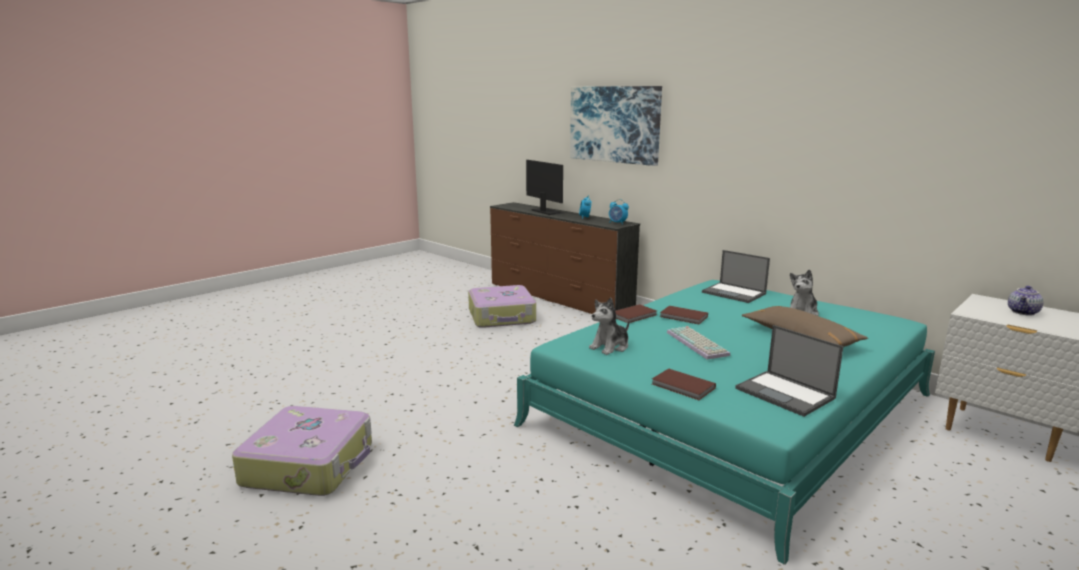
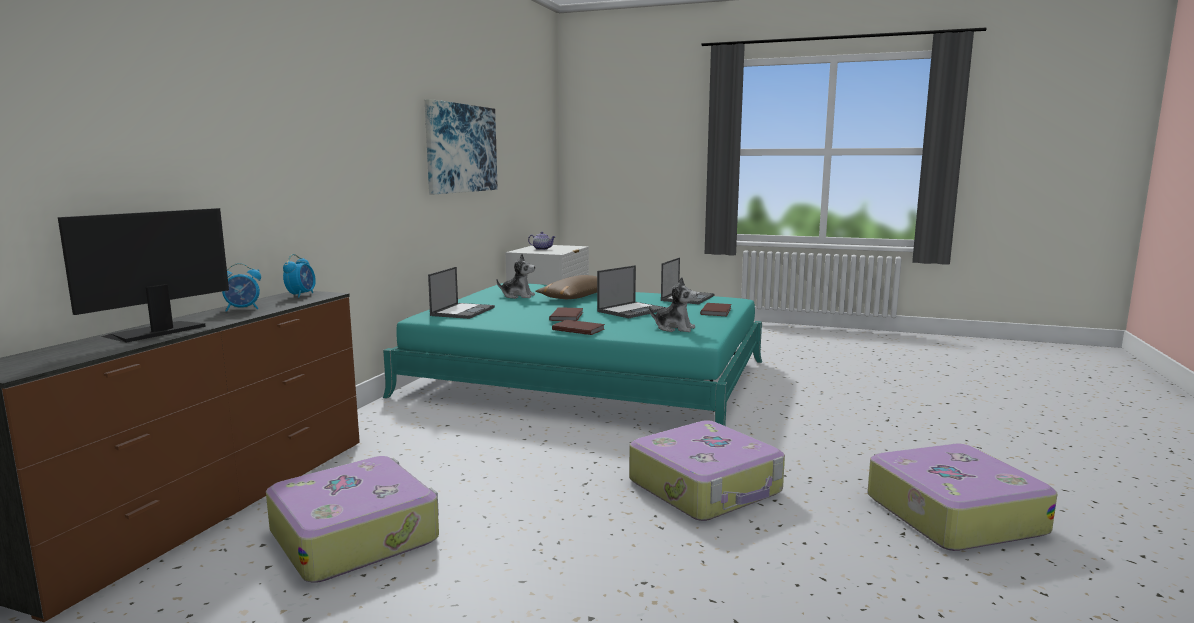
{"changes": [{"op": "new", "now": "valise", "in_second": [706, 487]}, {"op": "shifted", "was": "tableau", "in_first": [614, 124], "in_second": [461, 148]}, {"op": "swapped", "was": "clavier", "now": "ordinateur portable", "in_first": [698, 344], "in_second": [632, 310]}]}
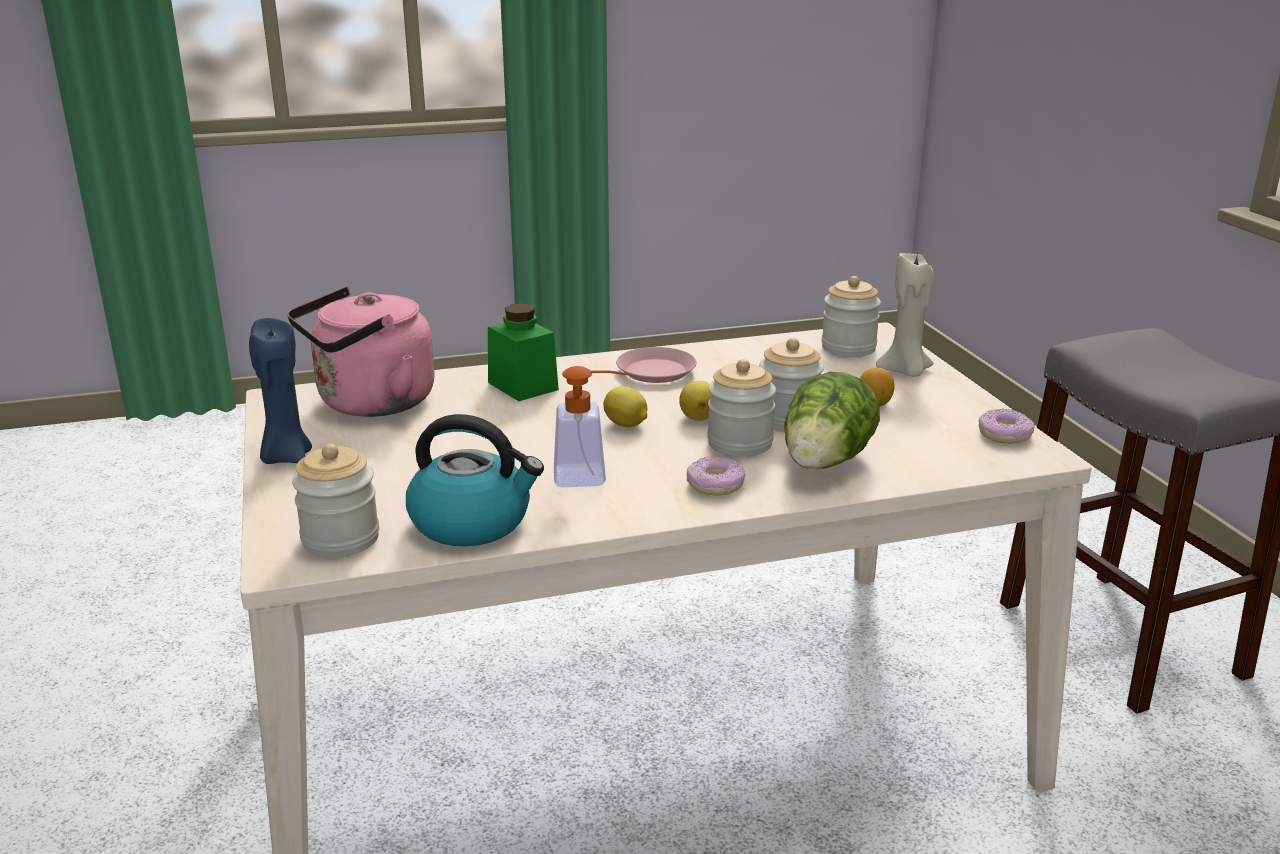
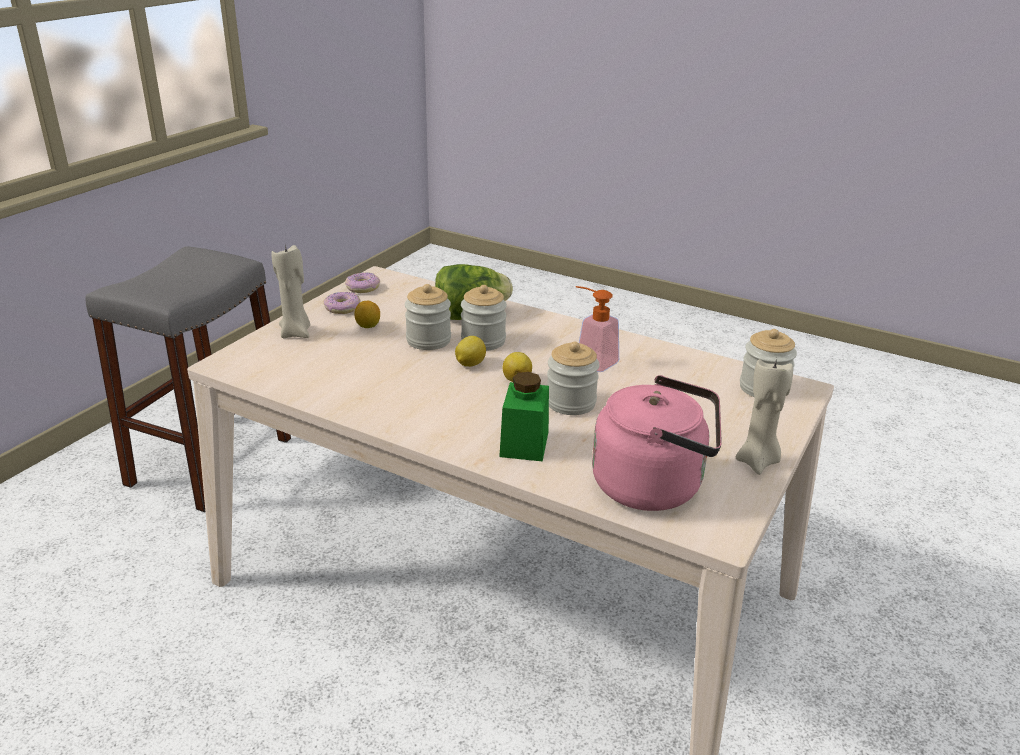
{"changes": [{"op": "gone", "was": "bouilloire", "in_first": [472, 522]}, {"op": "gone", "was": "assiette/rose", "in_first": [656, 371]}, {"op": "shifted", "was": "beignet", "in_first": [715, 485], "in_second": [342, 308]}, {"op": "shifted", "was": "bocal", "in_first": [848, 348], "in_second": [571, 403]}, {"op": "repainted", "was": "bougie/bleu", "now": "bougie/beige", "in_first": [286, 457], "in_second": [758, 462]}]}
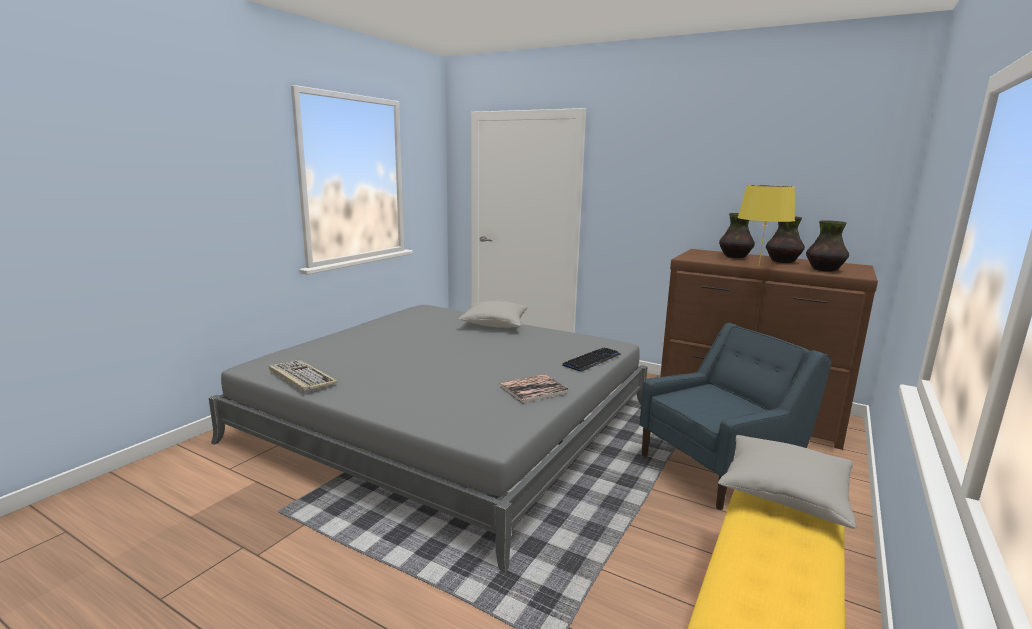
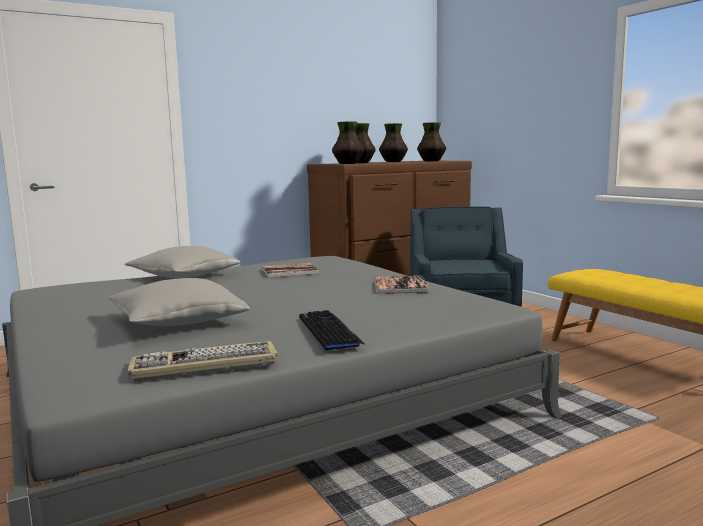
{"changes": [{"op": "gone", "was": "lampe de table/jaune", "in_first": [758, 266]}, {"op": "new", "now": "livre", "in_second": [289, 271]}, {"op": "new", "now": "vase", "in_second": [348, 163]}, {"op": "shifted", "was": "clavier", "in_first": [592, 360], "in_second": [329, 331]}, {"op": "shifted", "was": "coussin/gris", "in_first": [784, 492], "in_second": [178, 321]}]}
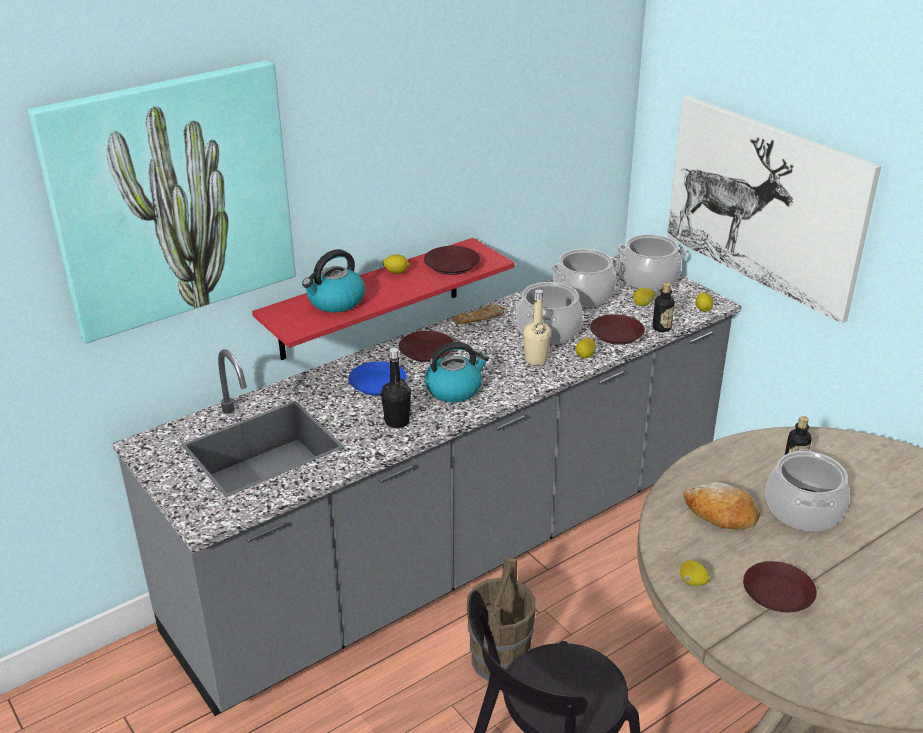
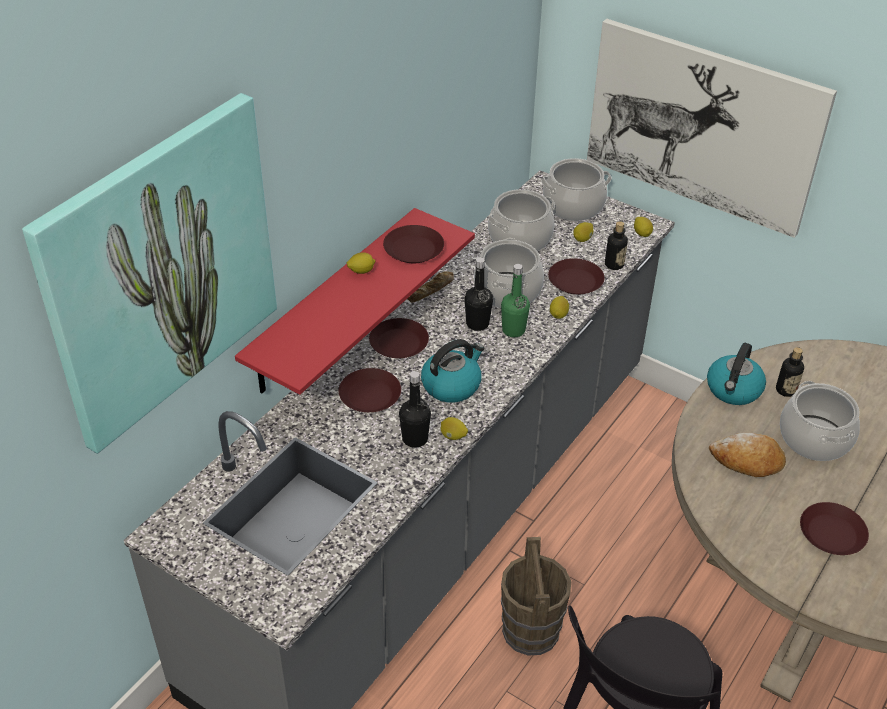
{"changes": [{"op": "new", "now": "bouteille/noir", "in_second": [477, 324]}, {"op": "shifted", "was": "bouilloire", "in_first": [335, 302], "in_second": [733, 390]}, {"op": "shifted", "was": "citron", "in_first": [692, 582], "in_second": [453, 436]}, {"op": "repainted", "was": "assiette/bleu", "now": "assiette/marron", "in_first": [377, 384], "in_second": [370, 396]}, {"op": "repainted", "was": "bouteille/beige", "now": "bouteille/vert", "in_first": [536, 360], "in_second": [513, 330]}]}
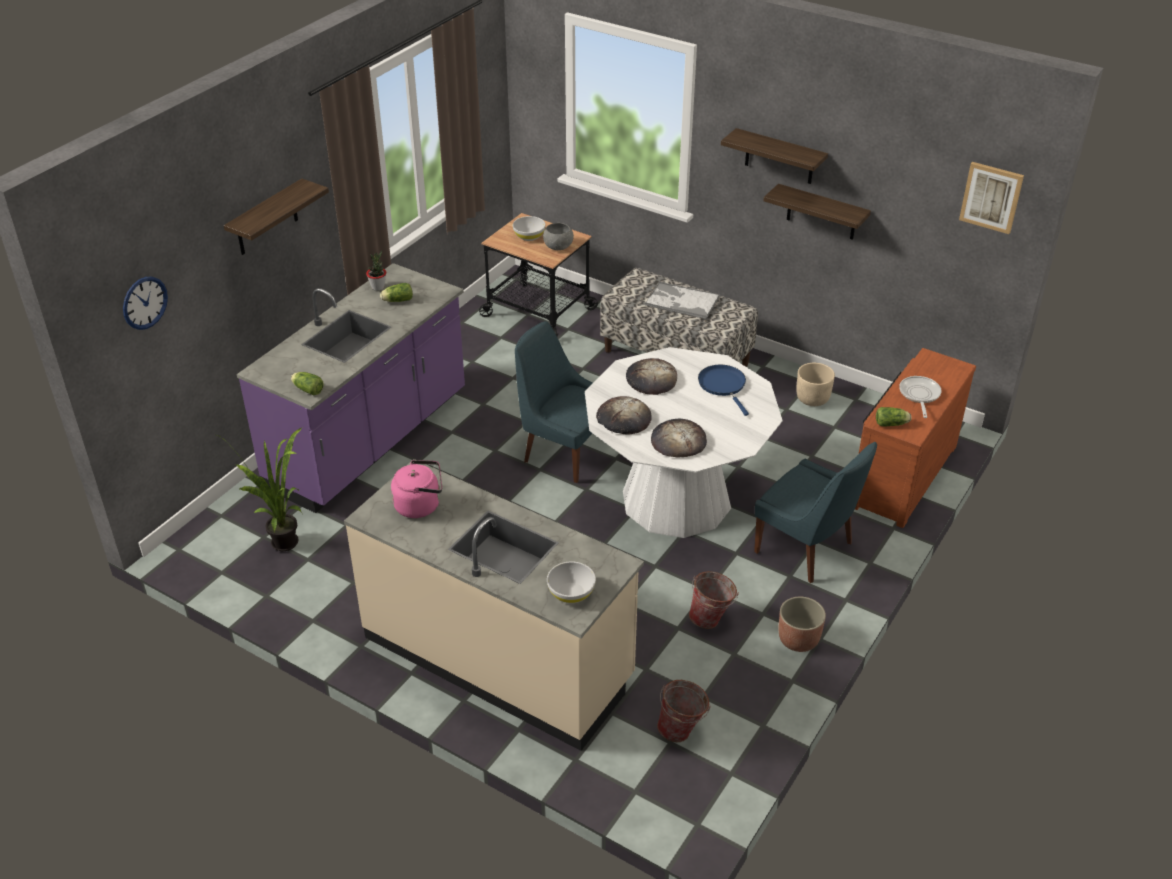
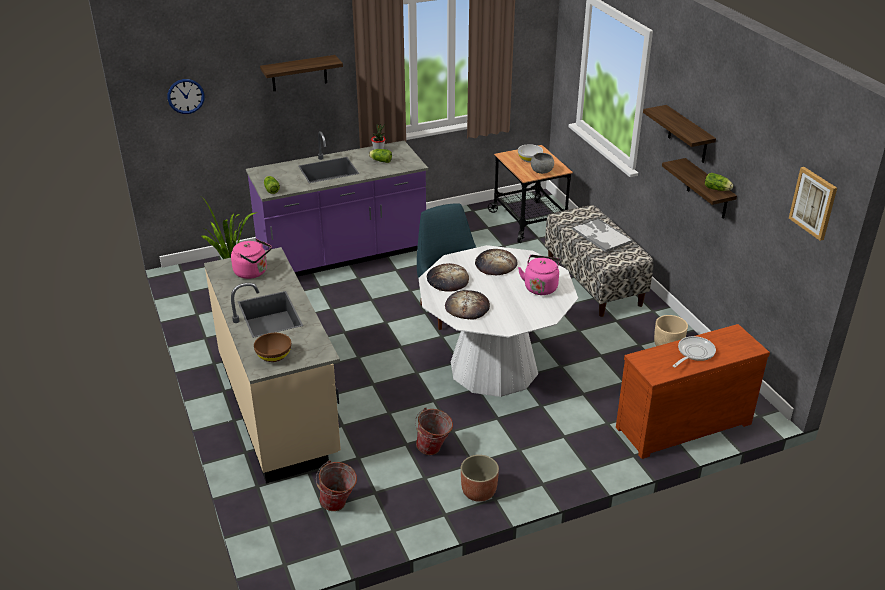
{"changes": [{"op": "gone", "was": "chaise/bleu", "in_first": [807, 549]}, {"op": "shifted", "was": "laitue", "in_first": [892, 424], "in_second": [718, 189]}, {"op": "swapped", "was": "poêle/bleu", "now": "bouilloire/rose", "in_first": [723, 385], "in_second": [540, 287]}, {"op": "repainted", "was": "bol/blanc", "now": "bol/marron", "in_first": [571, 592], "in_second": [274, 355]}]}
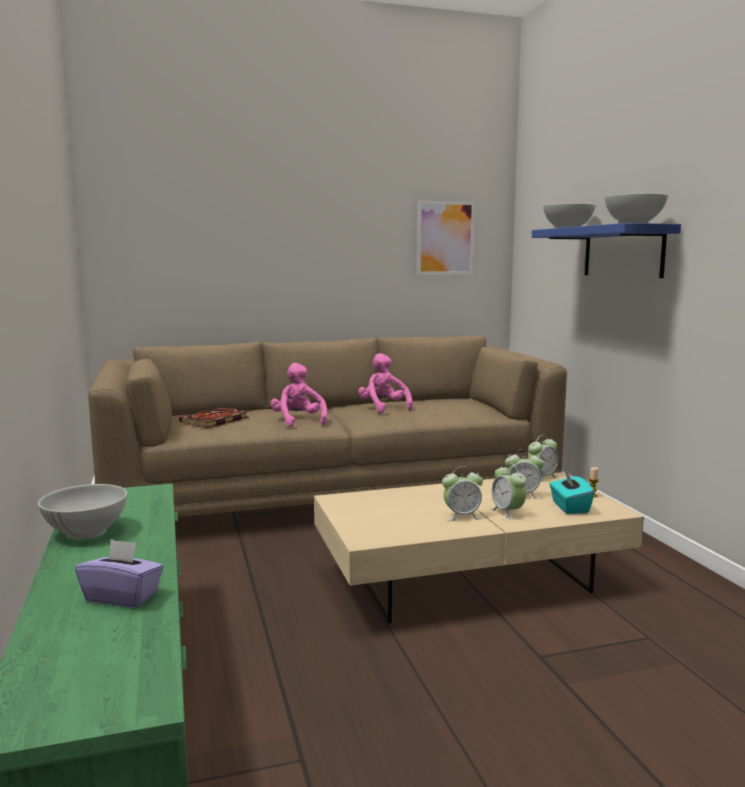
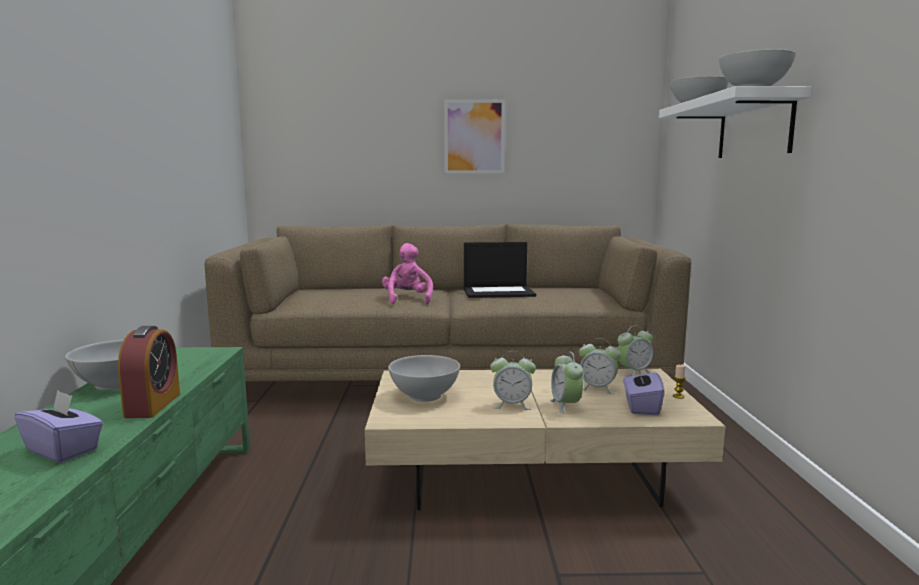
{"changes": [{"op": "gone", "was": "livre", "in_first": [214, 420]}, {"op": "new", "now": "réveil", "in_second": [153, 405]}, {"op": "new", "now": "bol/blanc", "in_second": [425, 396]}, {"op": "shifted", "was": "tableau", "in_first": [445, 238], "in_second": [474, 137]}, {"op": "swapped", "was": "peluche/rose", "now": "ordinateur portable", "in_first": [383, 408], "in_second": [499, 292]}, {"op": "repainted", "was": "étagère/bleu", "now": "étagère/blanc", "in_first": [623, 252], "in_second": [754, 128]}, {"op": "repainted", "was": "boîte à mouchoirs/turquoise", "now": "boîte à mouchoirs/violet", "in_first": [569, 507], "in_second": [641, 407]}]}
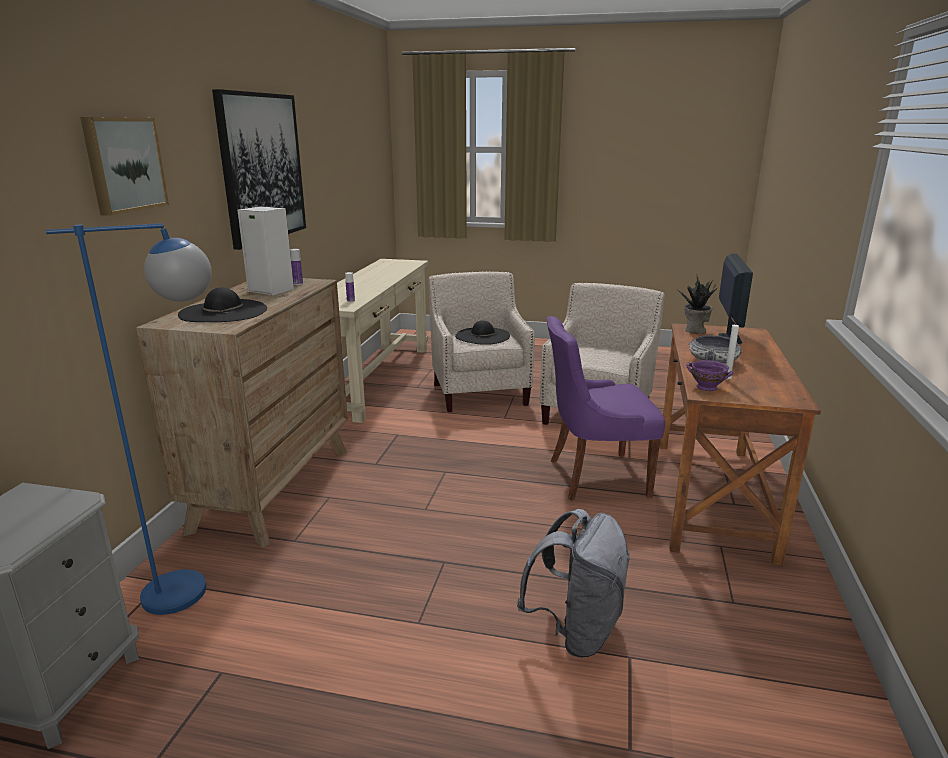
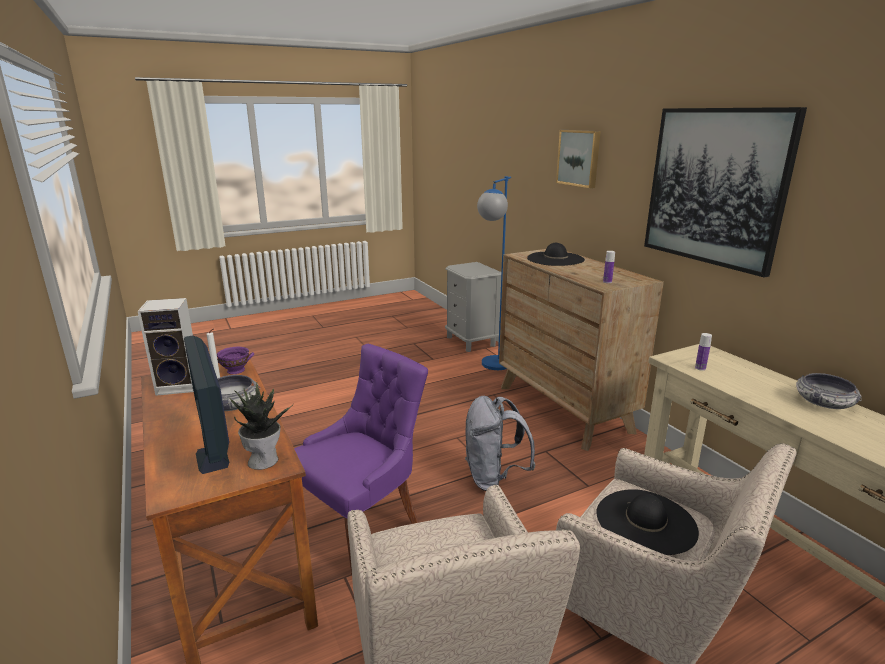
{"changes": [{"op": "new", "now": "bol", "in_second": [824, 403]}, {"op": "shifted", "was": "enceinte", "in_first": [269, 290], "in_second": [180, 385]}, {"op": "shifted", "was": "sac à dos/gris", "in_first": [576, 631], "in_second": [494, 478]}]}
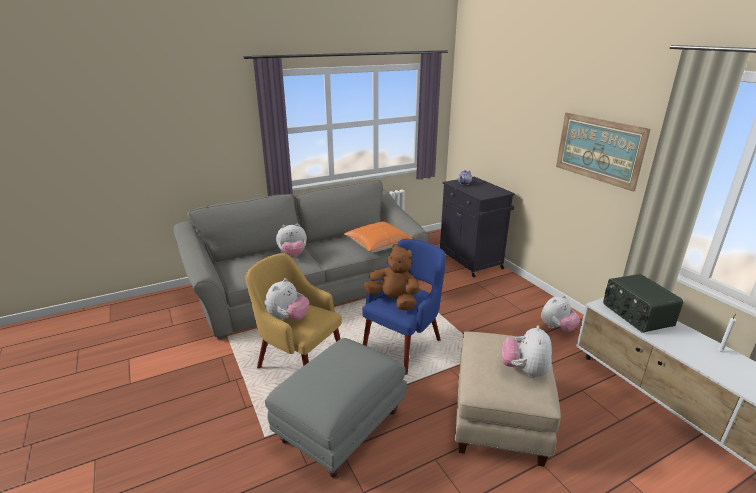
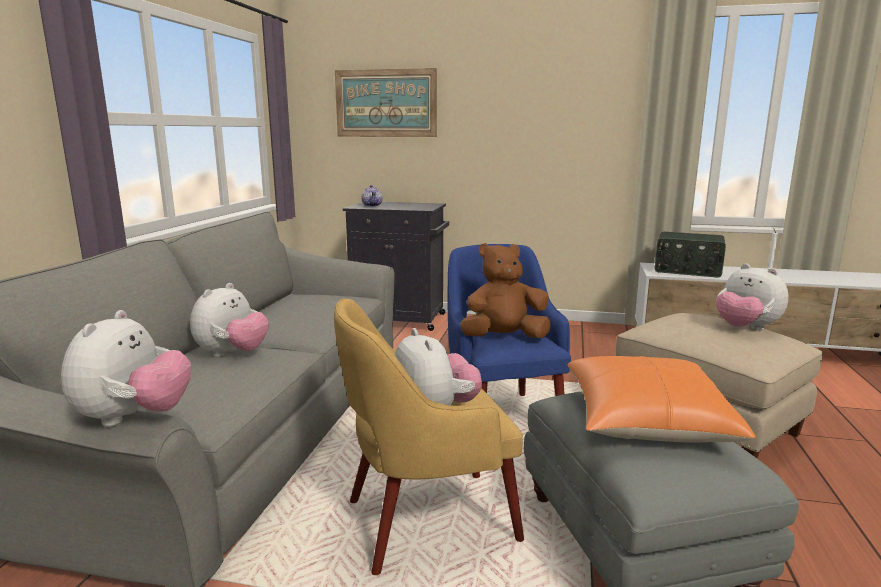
{"changes": [{"op": "shifted", "was": "coussin/orange", "in_first": [377, 244], "in_second": [646, 420]}, {"op": "shifted", "was": "peluche", "in_first": [557, 328], "in_second": [134, 418]}, {"op": "shifted", "was": "tableau", "in_first": [599, 149], "in_second": [386, 103]}]}
